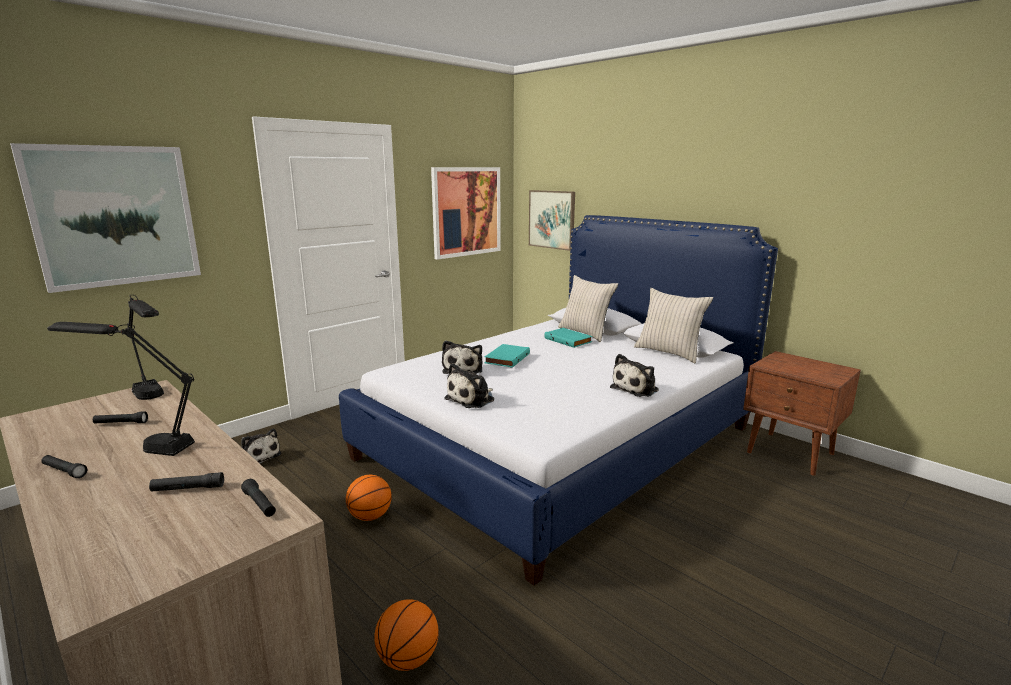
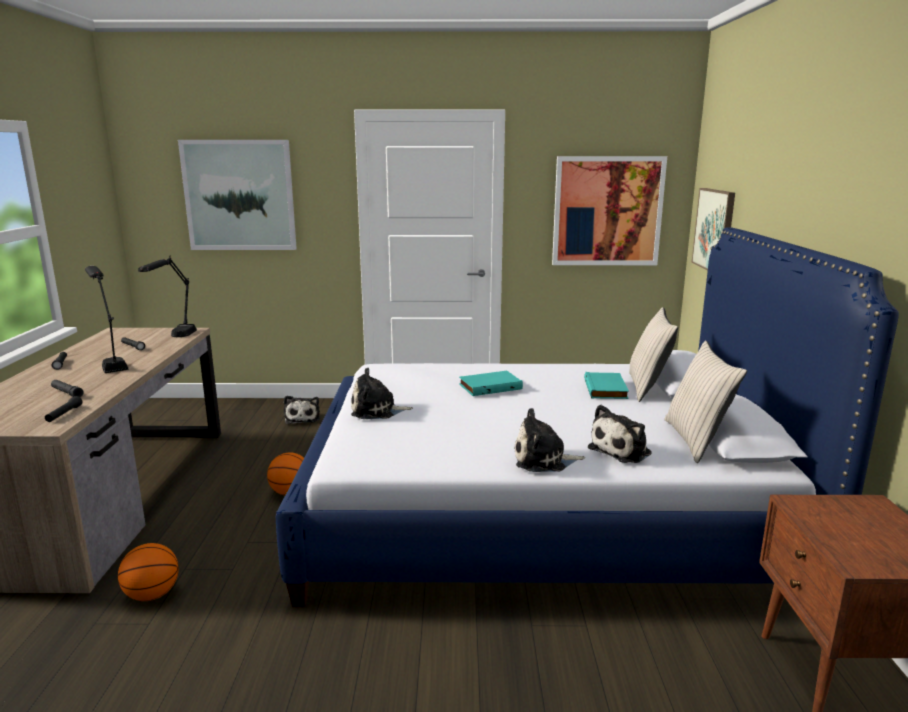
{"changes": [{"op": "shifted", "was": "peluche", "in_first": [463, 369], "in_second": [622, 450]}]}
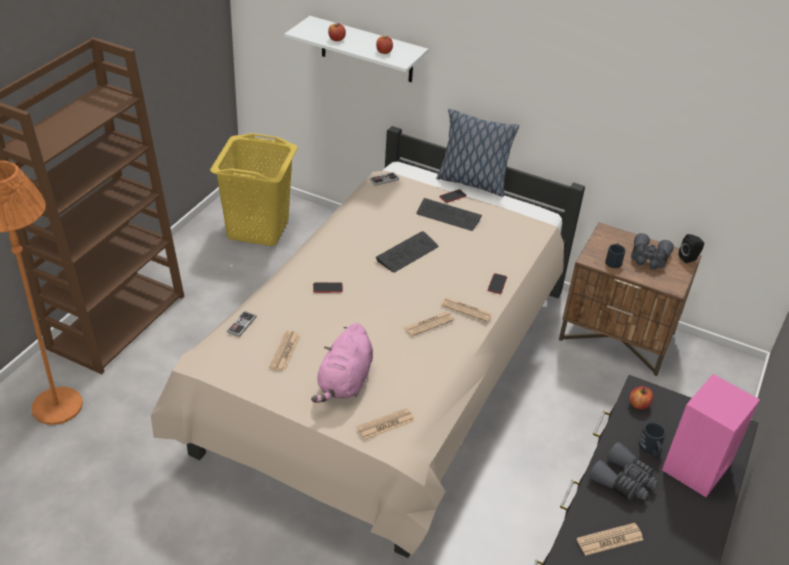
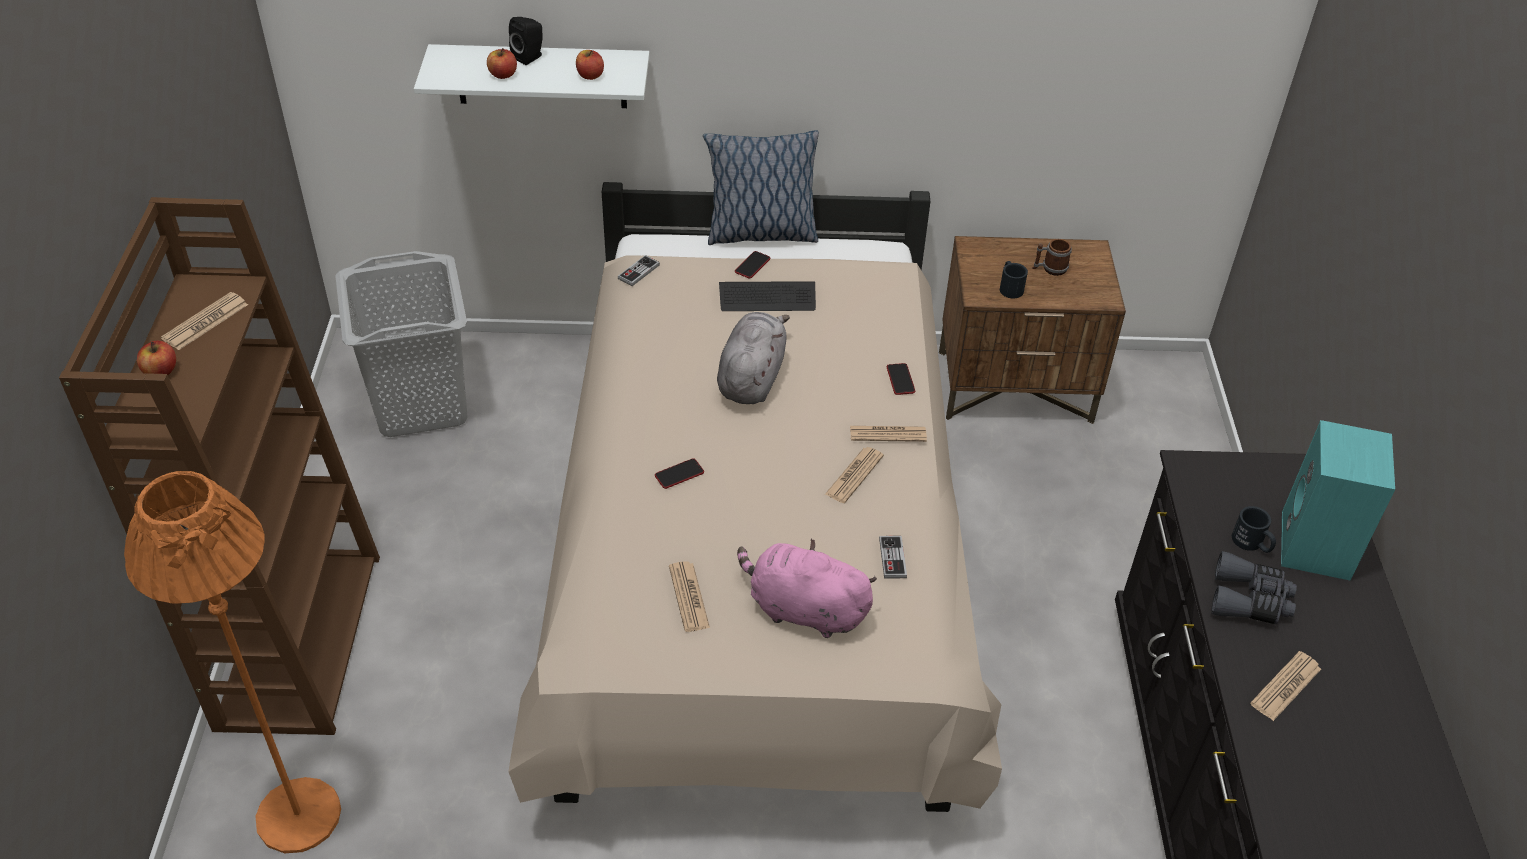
{"changes": [{"op": "shifted", "was": "manette", "in_first": [241, 325], "in_second": [892, 558]}, {"op": "shifted", "was": "journal", "in_first": [385, 424], "in_second": [205, 322]}, {"op": "shifted", "was": "pomme", "in_first": [639, 404], "in_second": [161, 371]}, {"op": "shifted", "was": "enceinte/noir", "in_first": [689, 258], "in_second": [530, 57]}, {"op": "swapped", "was": "clavier", "now": "peluche/gris", "in_first": [407, 253], "in_second": [751, 377]}, {"op": "swapped", "was": "jumelles/gris", "now": "mug", "in_first": [648, 259], "in_second": [1050, 268]}, {"op": "repainted", "was": "panier à linge/jaune", "now": "panier à linge/gris", "in_first": [258, 228], "in_second": [421, 403]}, {"op": "repainted", "was": "enceinte/rose", "now": "enceinte/turquoise", "in_first": [697, 469], "in_second": [1317, 547]}, {"op": "rotated", "was": "peluche/rose", "in_first": [344, 382], "in_second": [803, 609], "clockwise": 120}]}
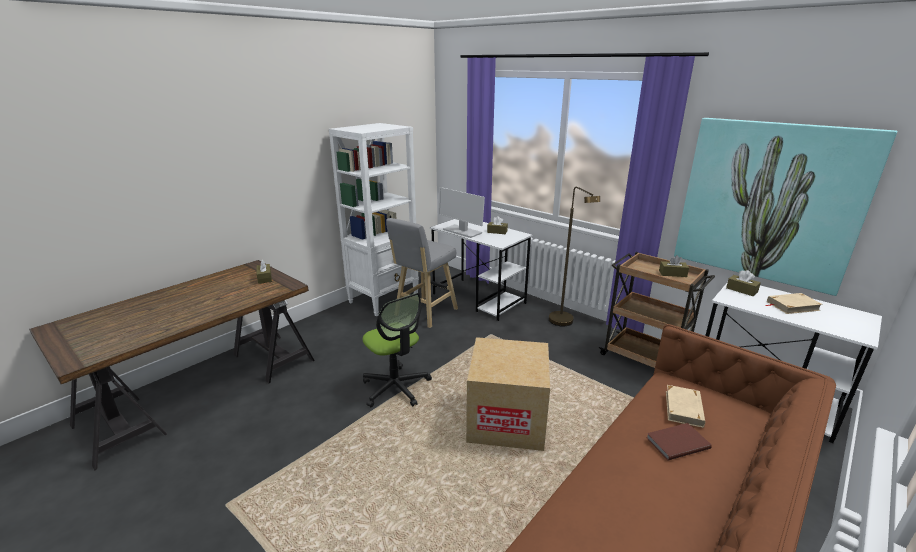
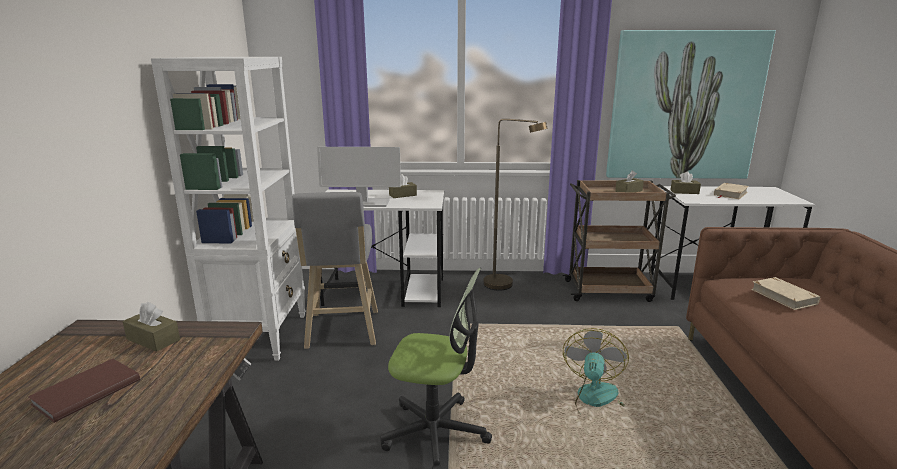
{"changes": [{"op": "shifted", "was": "livre/marron", "in_first": [676, 442], "in_second": [85, 392]}, {"op": "swapped", "was": "carton", "now": "ventilateur", "in_first": [506, 421], "in_second": [597, 402]}]}
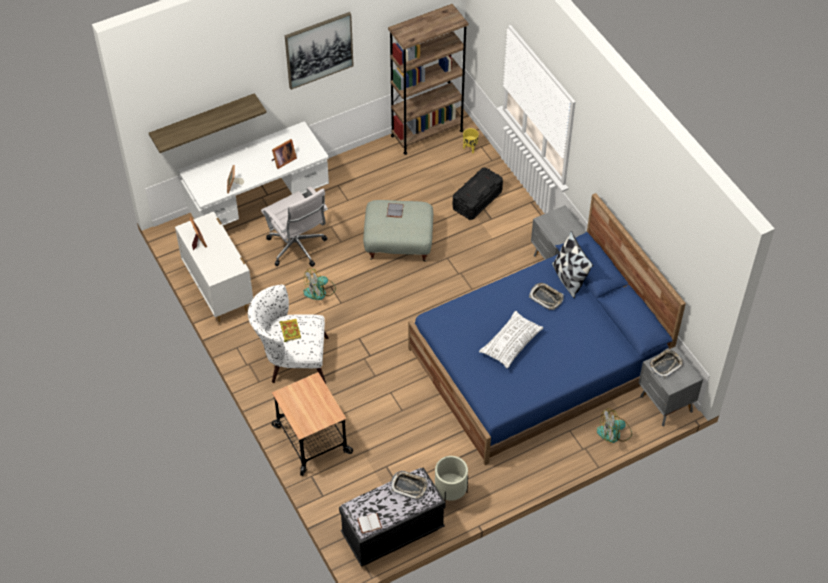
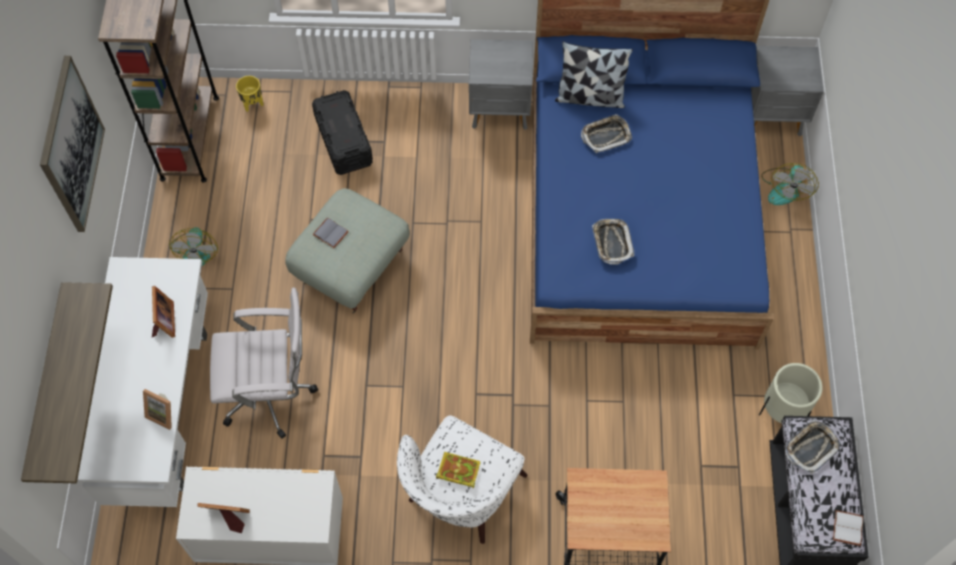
{"changes": [{"op": "gone", "was": "coussin/blanc", "in_first": [510, 344]}, {"op": "shifted", "was": "ventilateur", "in_first": [320, 291], "in_second": [195, 252]}, {"op": "shifted", "was": "plateau", "in_first": [665, 364], "in_second": [612, 242]}]}
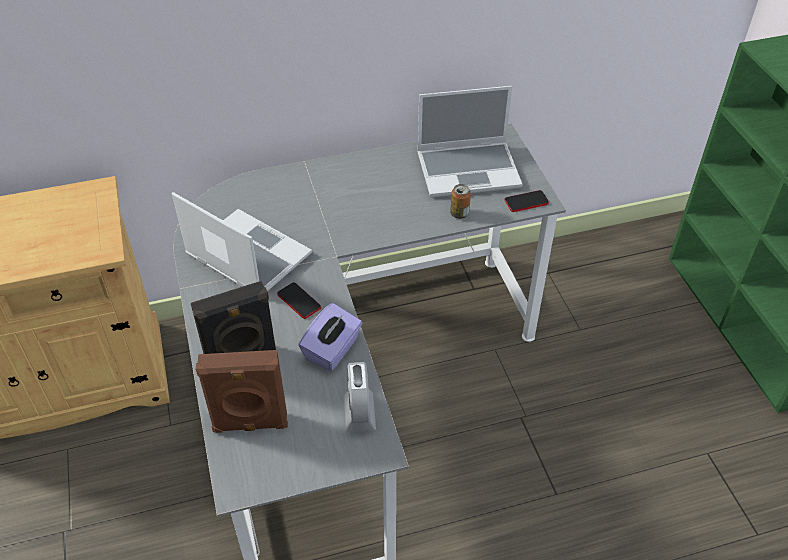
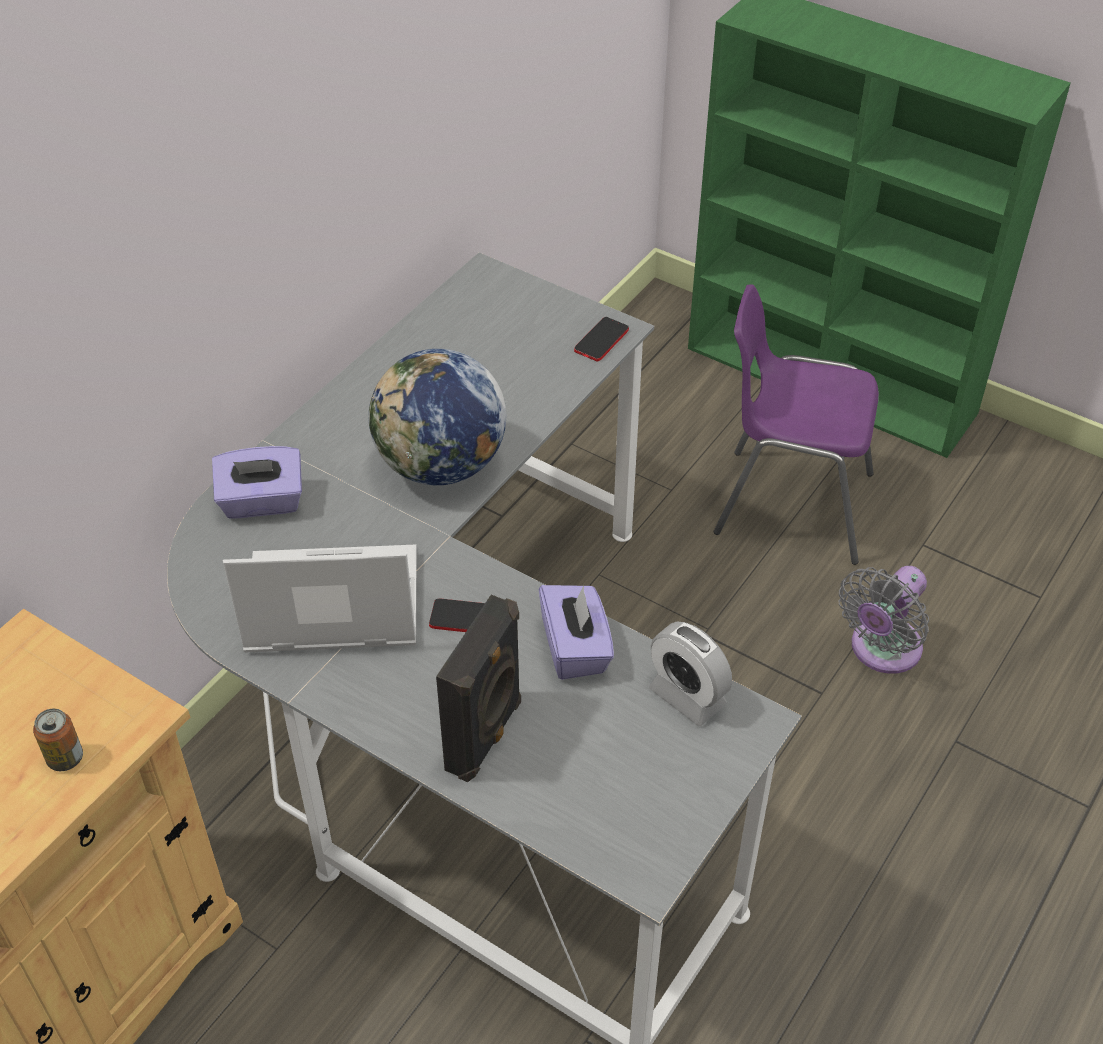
{"changes": [{"op": "gone", "was": "enceinte/marron", "in_first": [250, 424]}, {"op": "gone", "was": "ordinateur portable", "in_first": [469, 170]}, {"op": "new", "now": "boîte à mouchoirs/violet", "in_second": [262, 502]}, {"op": "new", "now": "globe", "in_second": [441, 466]}, {"op": "new", "now": "chaise/violet", "in_second": [789, 503]}, {"op": "new", "now": "ventilateur/gris", "in_second": [881, 650]}, {"op": "shifted", "was": "boîte métallique", "in_first": [459, 214], "in_second": [65, 758]}]}
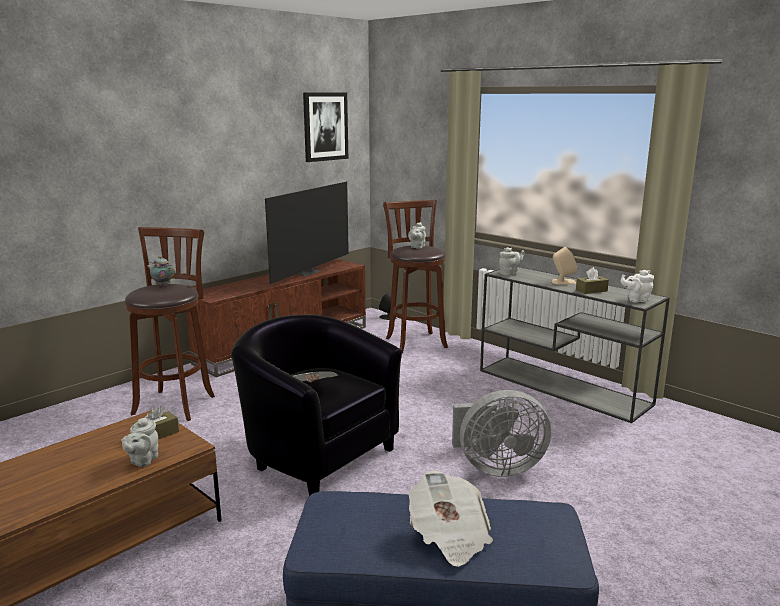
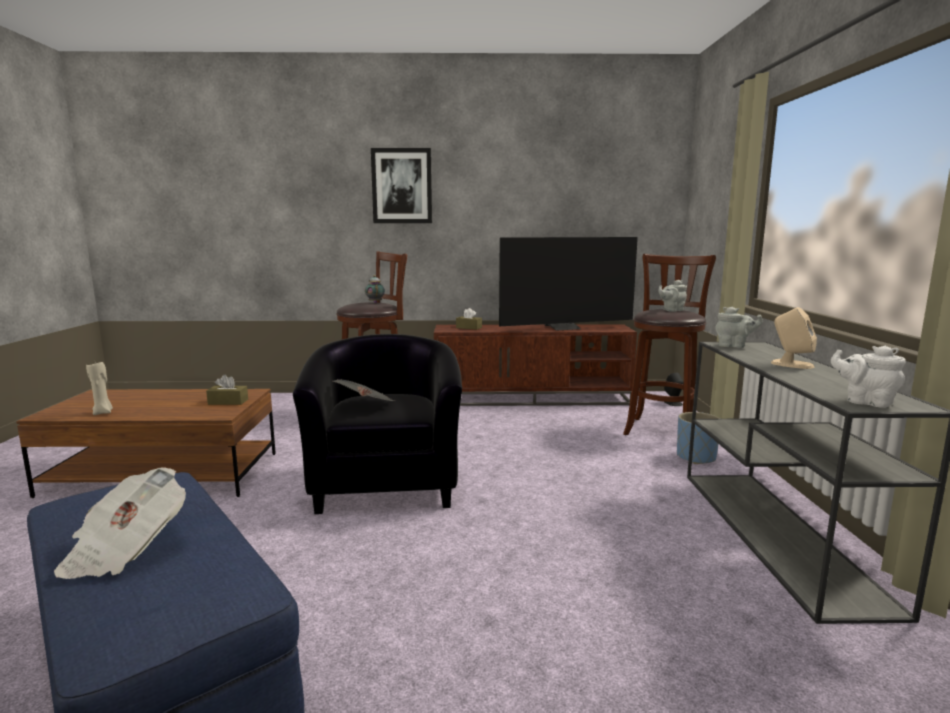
{"changes": [{"op": "gone", "was": "théière/gris", "in_first": [142, 460]}, {"op": "gone", "was": "ventilateur/gris", "in_first": [496, 467]}, {"op": "new", "now": "bougie/beige", "in_second": [103, 412]}, {"op": "new", "now": "cache-pot/bleu", "in_second": [696, 457]}, {"op": "shifted", "was": "tableau", "in_first": [325, 126], "in_second": [402, 186]}, {"op": "shifted", "was": "boîte à mouchoirs/marron", "in_first": [591, 290], "in_second": [468, 327]}]}
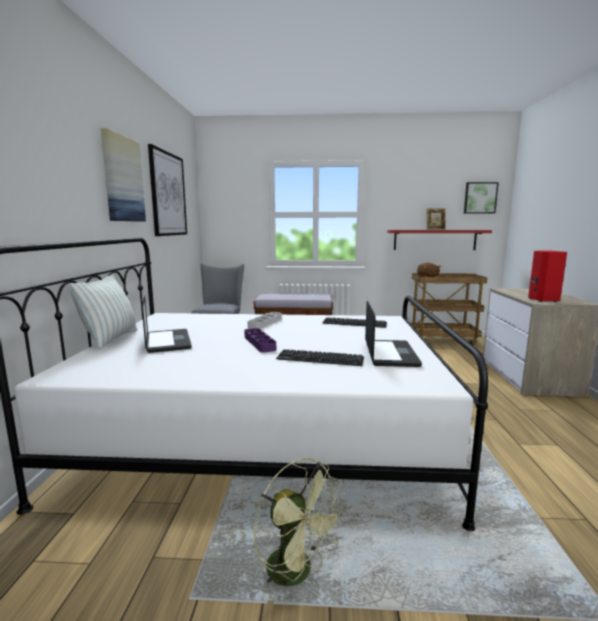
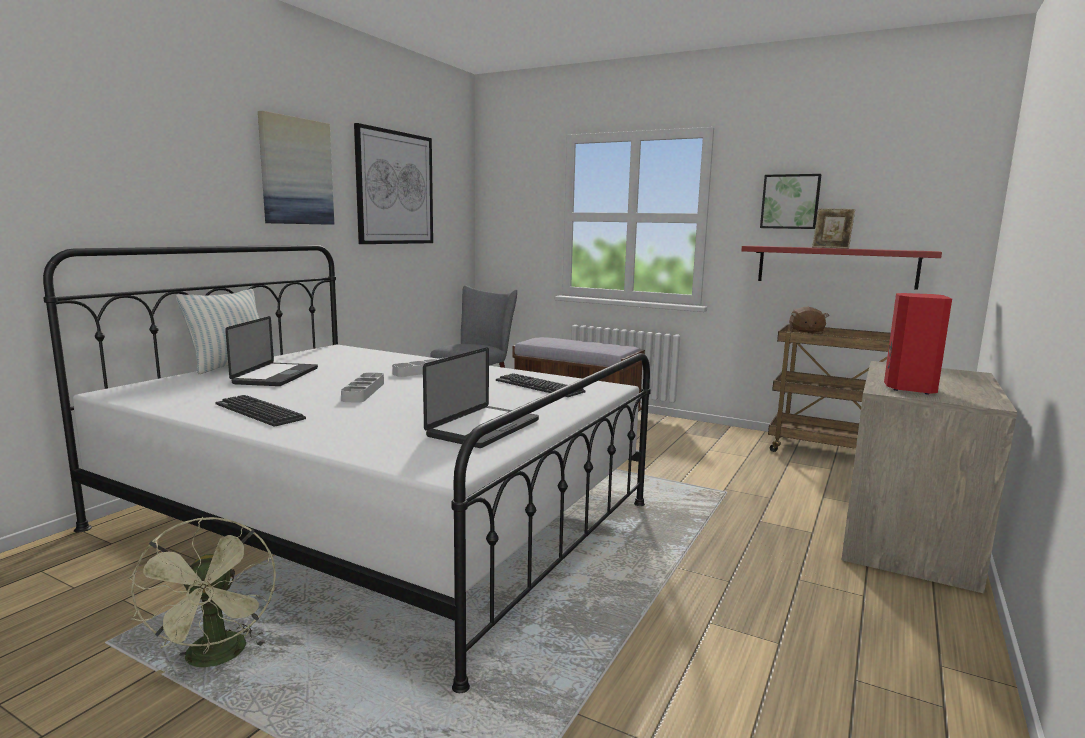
{"changes": [{"op": "shifted", "was": "clavier", "in_first": [320, 359], "in_second": [259, 412]}, {"op": "shifted", "was": "tableau", "in_first": [480, 198], "in_second": [790, 201]}, {"op": "repainted", "was": "plateau/violet", "now": "plateau/gris", "in_first": [259, 343], "in_second": [363, 391]}]}
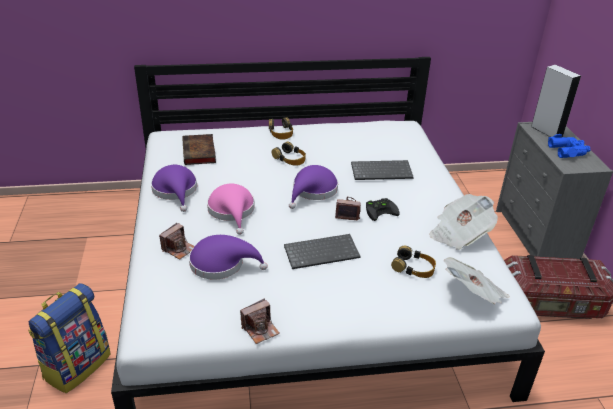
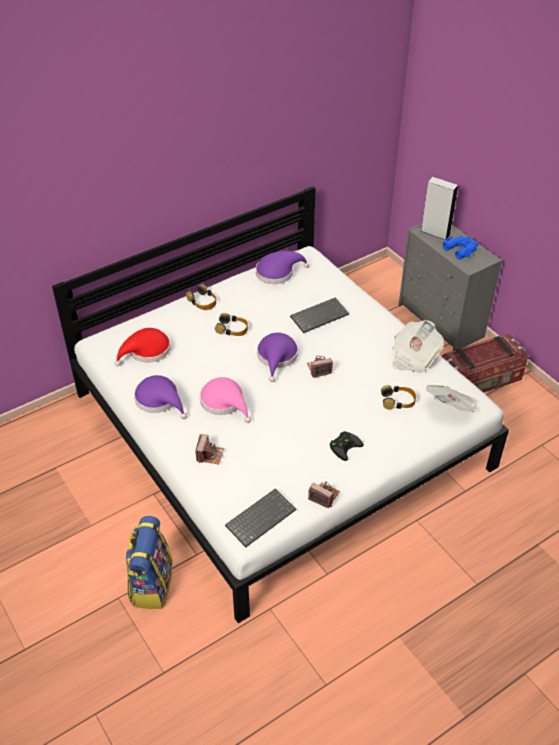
{"changes": [{"op": "shifted", "was": "chapeau/violet", "in_first": [221, 264], "in_second": [278, 272]}, {"op": "shifted", "was": "clavier", "in_first": [322, 252], "in_second": [260, 517]}, {"op": "shifted", "was": "manette/noir", "in_first": [381, 210], "in_second": [345, 445]}, {"op": "swapped", "was": "livre", "now": "chapeau/rouge", "in_first": [199, 153], "in_second": [146, 351]}, {"op": "rotated", "was": "appareil photo", "in_first": [260, 329], "in_second": [324, 496], "clockwise": -90}]}
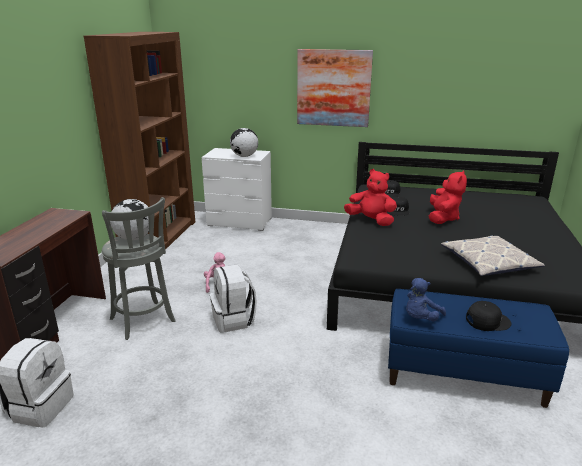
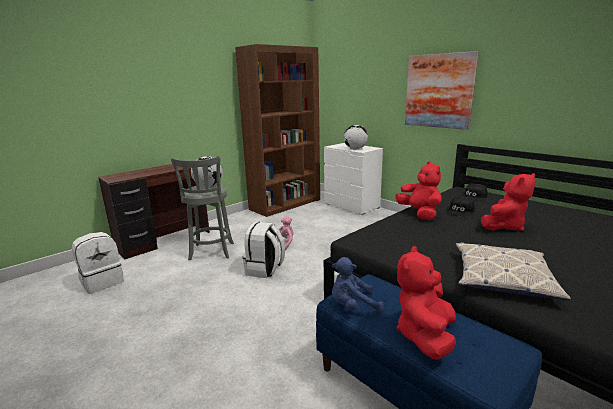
{"changes": [{"op": "swapped", "was": "casquette/noir", "now": "peluche/rouge", "in_first": [487, 321], "in_second": [425, 336]}]}
